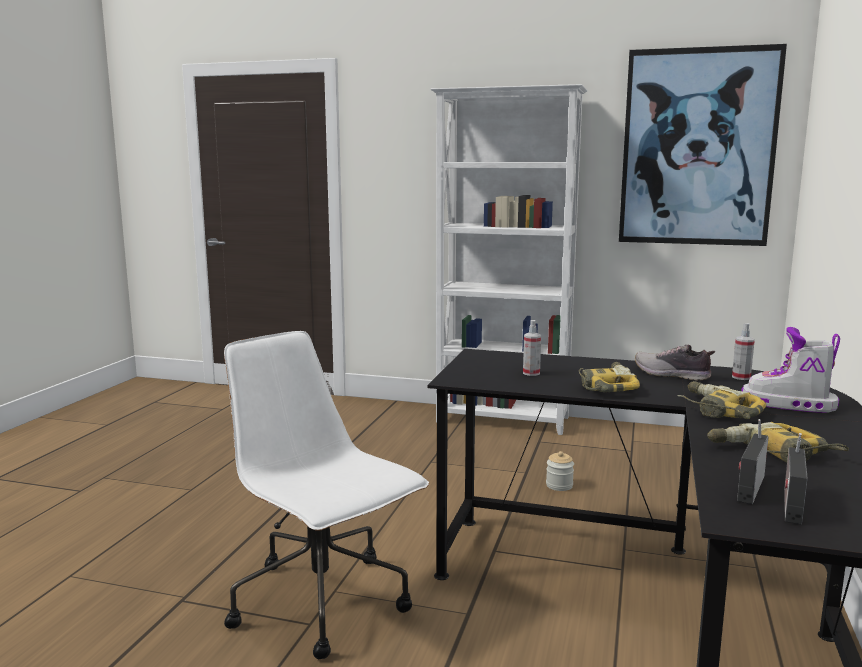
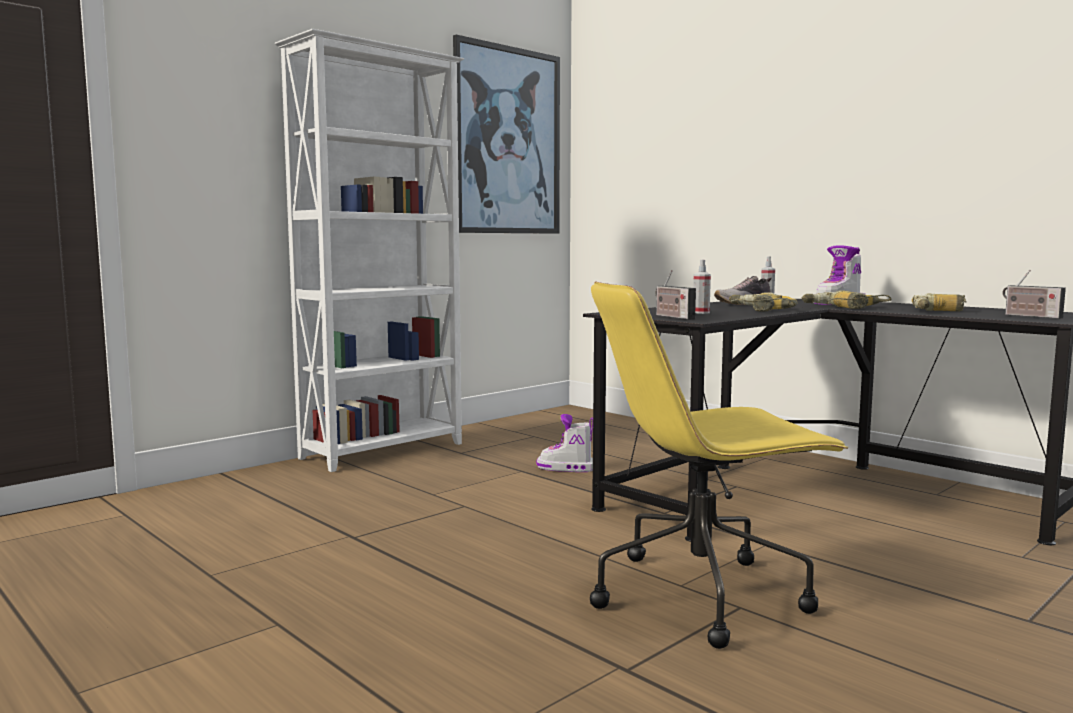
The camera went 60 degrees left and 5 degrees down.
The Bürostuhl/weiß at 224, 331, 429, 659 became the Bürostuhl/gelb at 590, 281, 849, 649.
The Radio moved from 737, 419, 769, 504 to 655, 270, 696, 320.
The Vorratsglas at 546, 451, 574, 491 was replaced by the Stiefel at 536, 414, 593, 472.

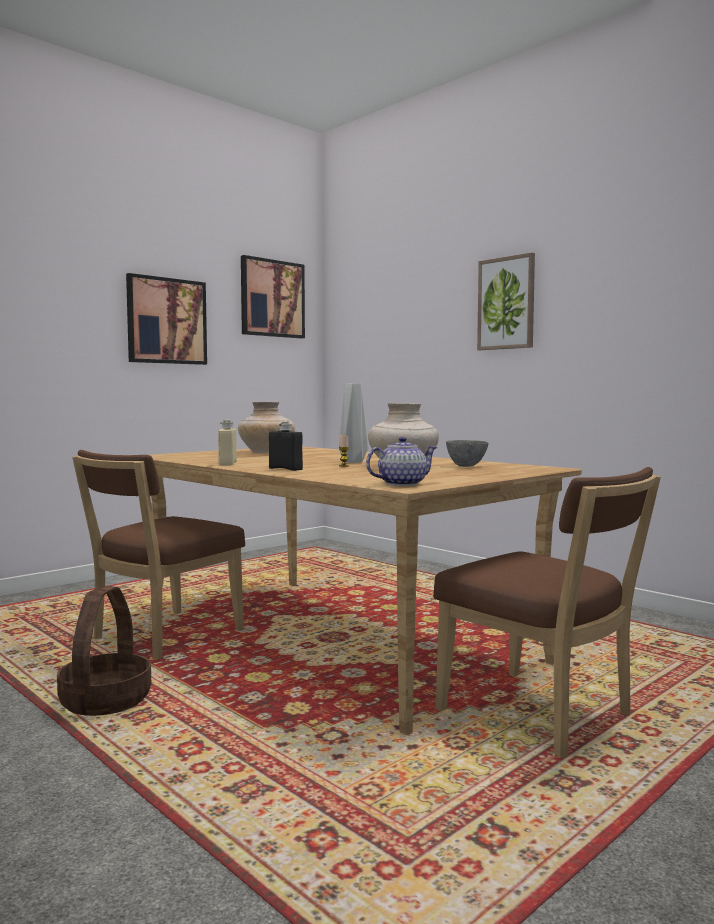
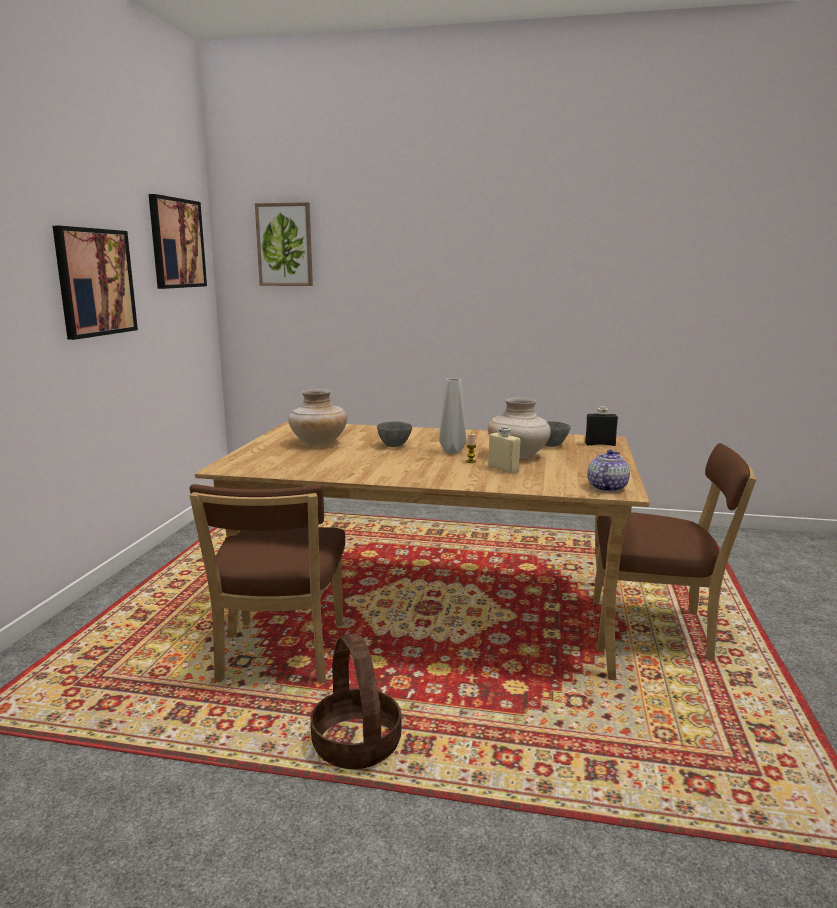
The camera went 35 degrees left and 10 degrees up.
The Bild moved from 477, 253, 535, 350 to 255, 202, 313, 286.
The Flasche/beige moved from 218, 420, 237, 466 to 488, 426, 520, 474.
The Flasche/schwarz moved from 269, 422, 303, 471 to 585, 406, 618, 446.
The Schüssel/grau at 377, 421, 412, 447 appeared.

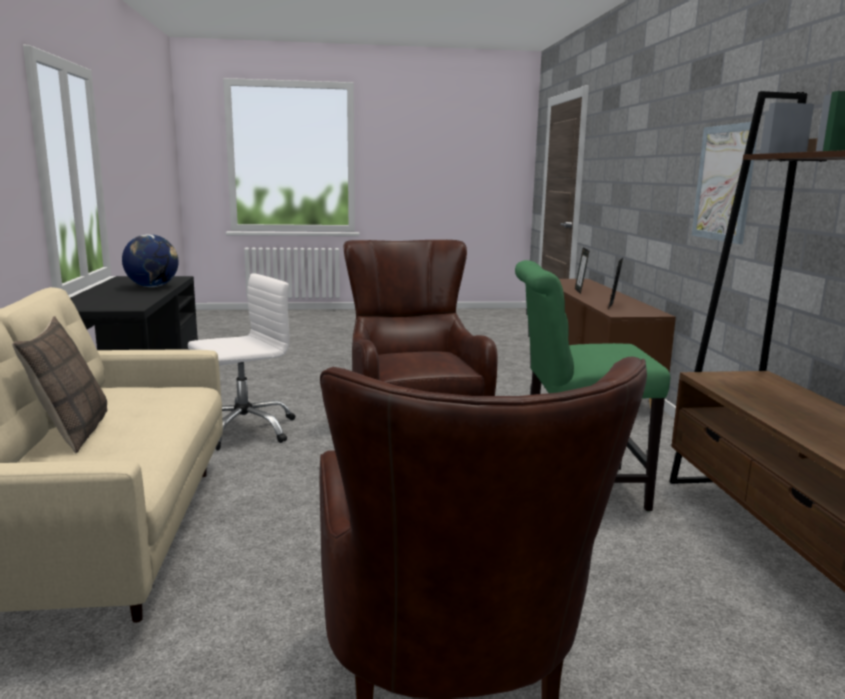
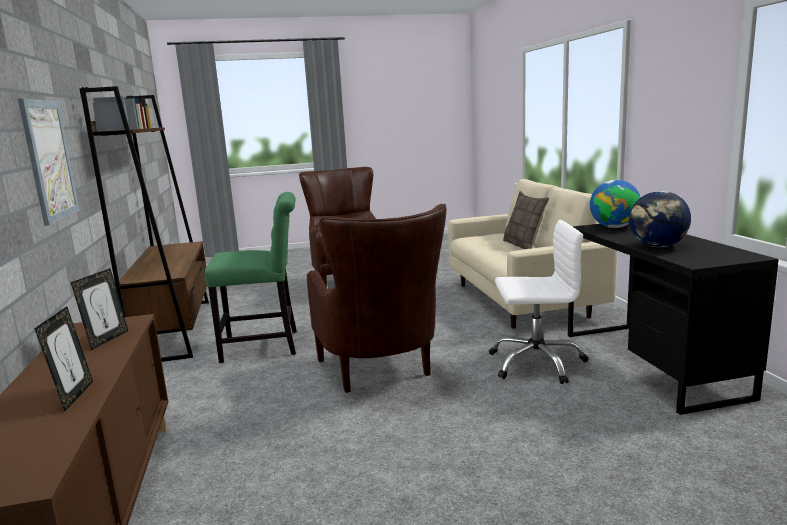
The camera went 175 degrees right and 0 degrees up.
The Bürostuhl/weiß at 188, 273, 295, 450 turned 135 degrees counterclockwise.
The Globus at 590, 180, 641, 228 appeared.

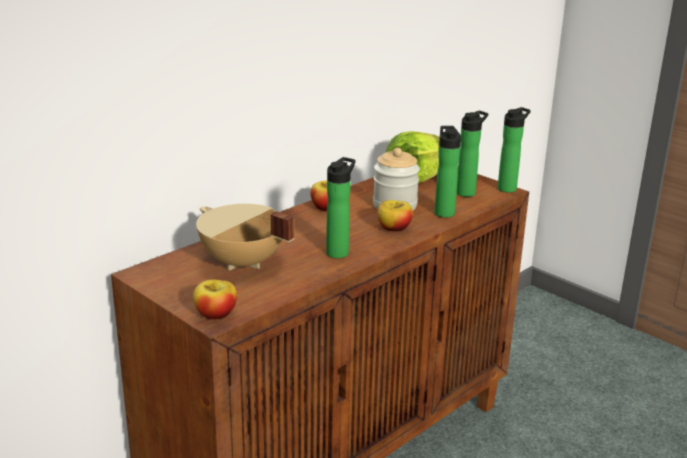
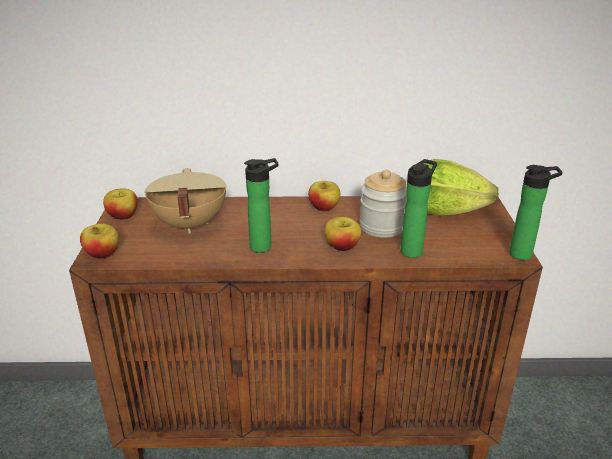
The camera went 45 degrees right and 5 degrees up.
The Flasche at 457, 111, 488, 197 disappeared.
The Apfel at 103, 188, 138, 220 appeared.

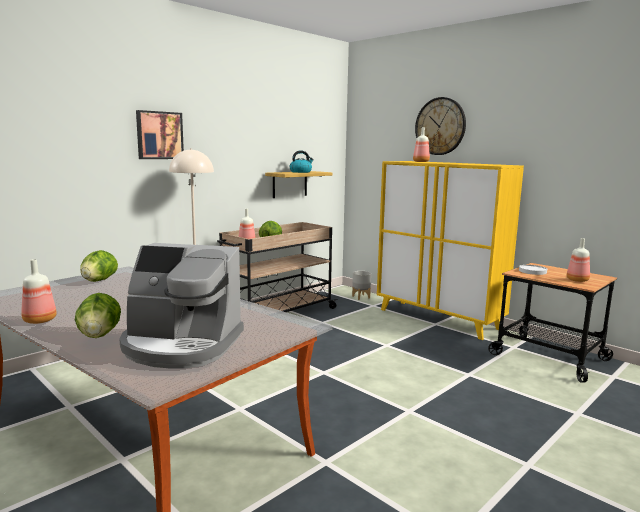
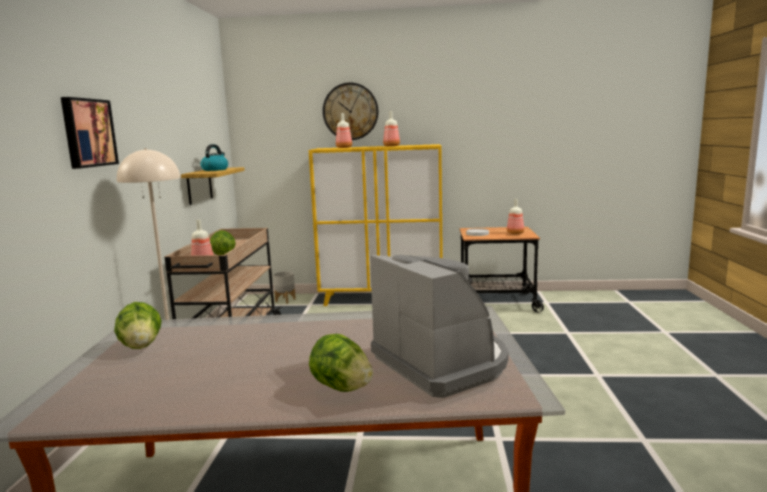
The camera went 40 degrees left and 0 degrees up.
The Kaffeemaschine at 119, 243, 244, 368 turned 90 degrees counterclockwise.
The Flasche moved from 21, 259, 57, 324 to 383, 111, 400, 147.

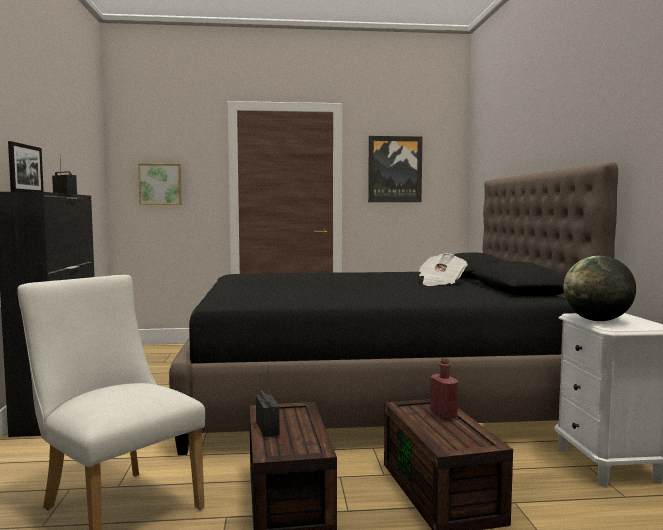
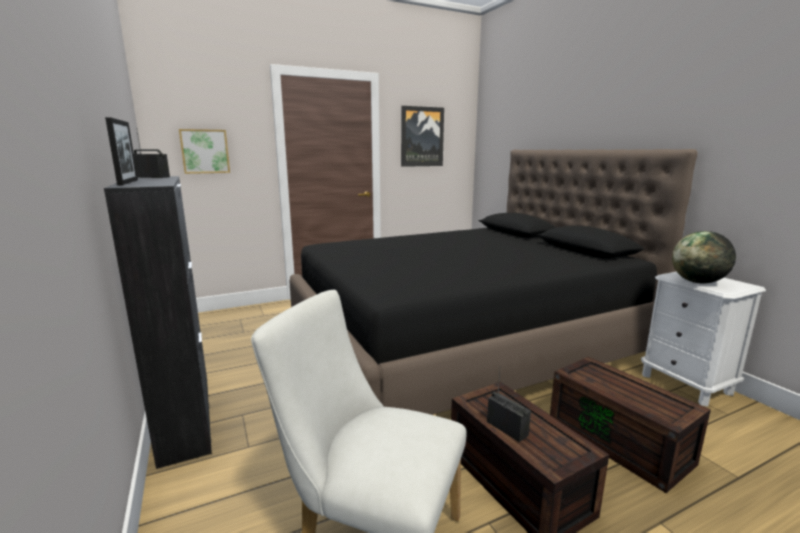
The camera went 20 degrees left and 10 degrees up.
The Zeitung at 419, 253, 468, 286 disappeared.
The Flasche/rot at 430, 358, 458, 419 disappeared.

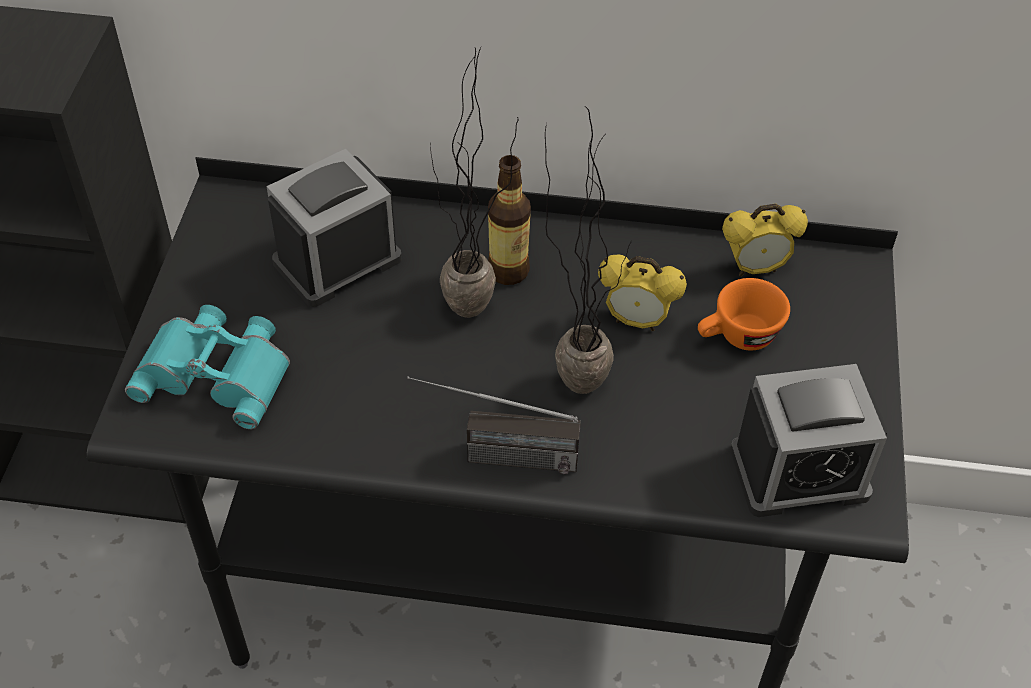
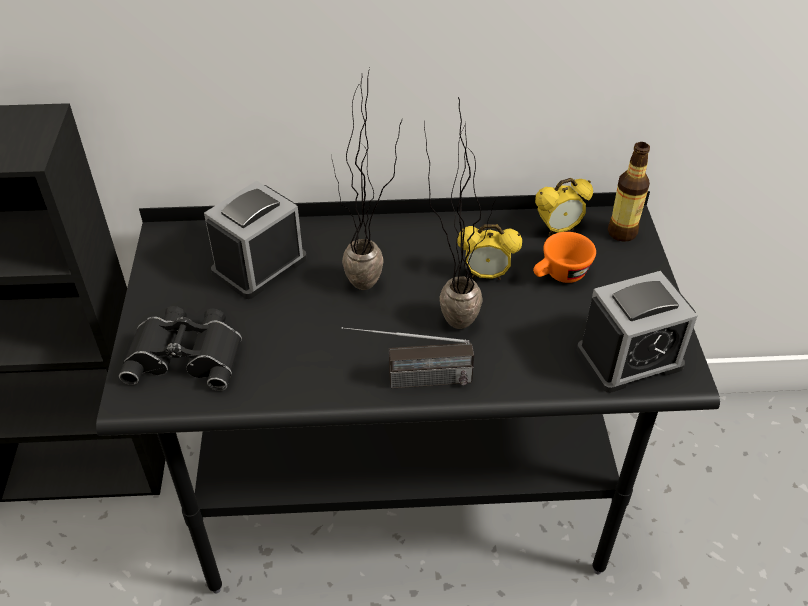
The camera went 10 degrees left and 5 degrees down.
The Flasche moved from 488, 155, 531, 285 to 608, 142, 650, 242.
The Fernglas/türkis at 125, 305, 290, 429 became the Fernglas/schwarz at 119, 306, 242, 391.

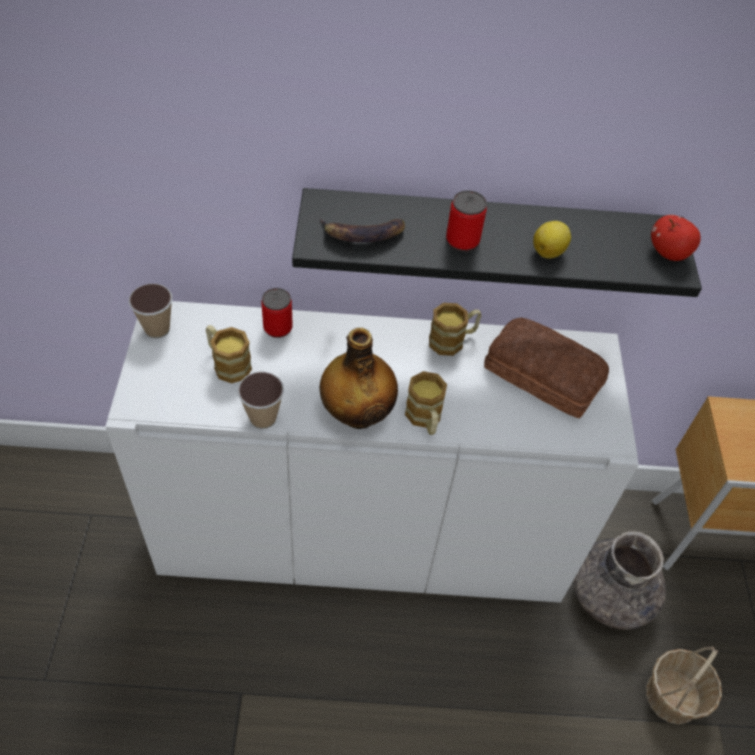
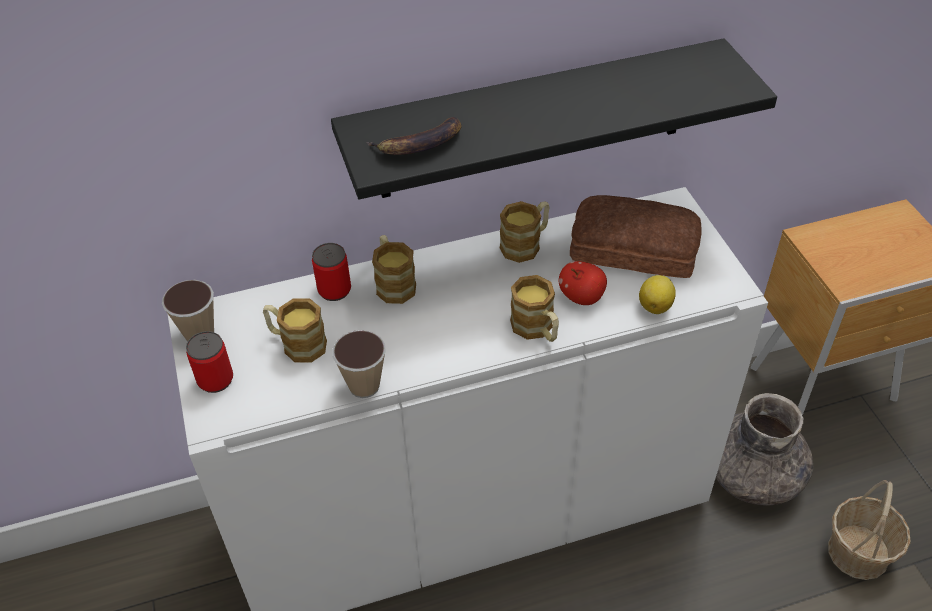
The camera went 15 degrees left and 5 degrees down.
The Dose moved from 446, 191, 487, 252 to 186, 331, 233, 393.
The Apfel moved from 651, 215, 701, 261 to 559, 261, 607, 305.
The Zitrone moved from 533, 221, 571, 259 to 639, 275, 676, 314.
The Flasche at 320, 328, 398, 429 disappeared.
The Henkelbecher at 372, 235, 416, 304 appeared.

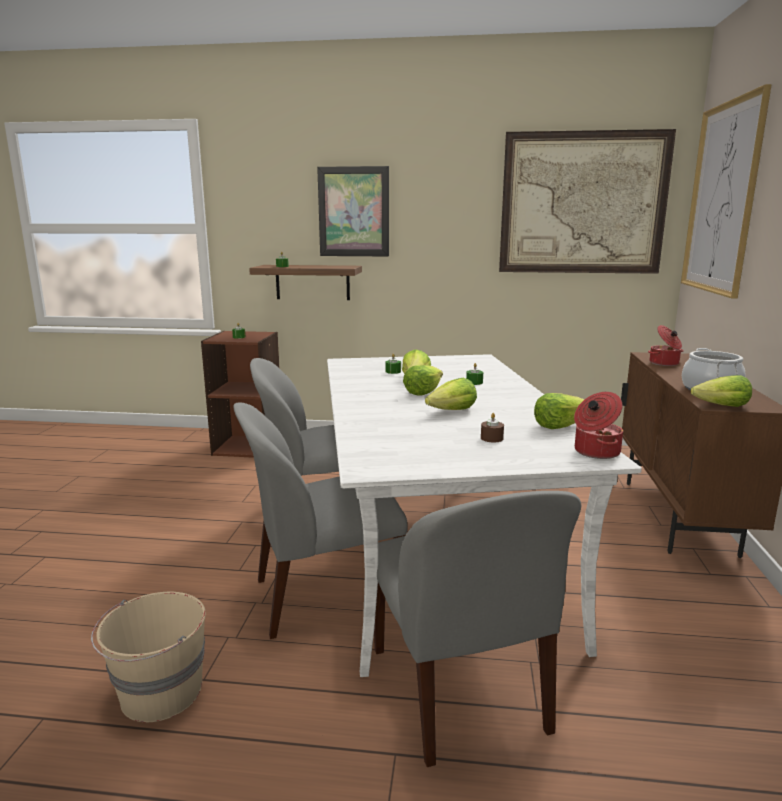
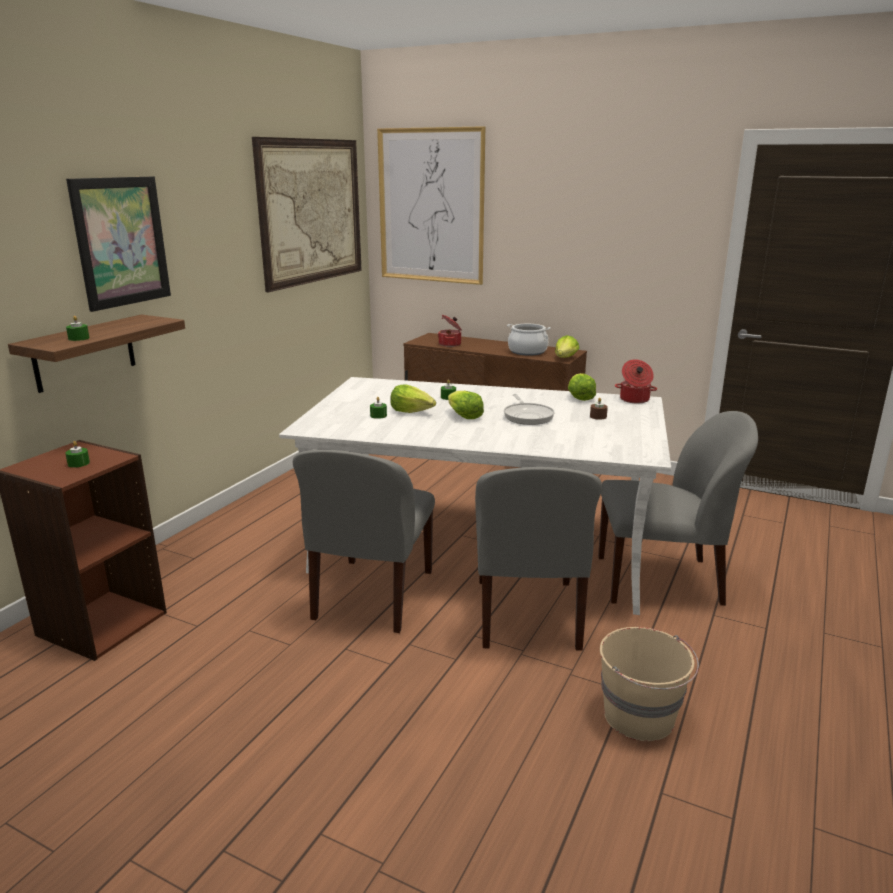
The camera went 70 degrees left and 5 degrees up.
The Salatkopf at 425, 378, 477, 410 was replaced by the Pfanne at 504, 394, 555, 425.

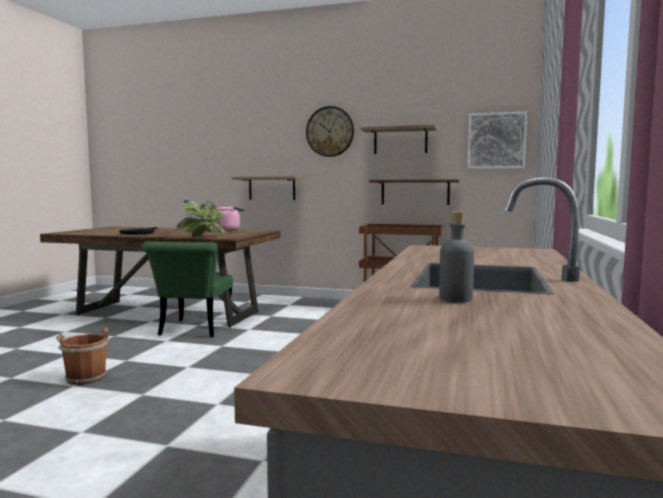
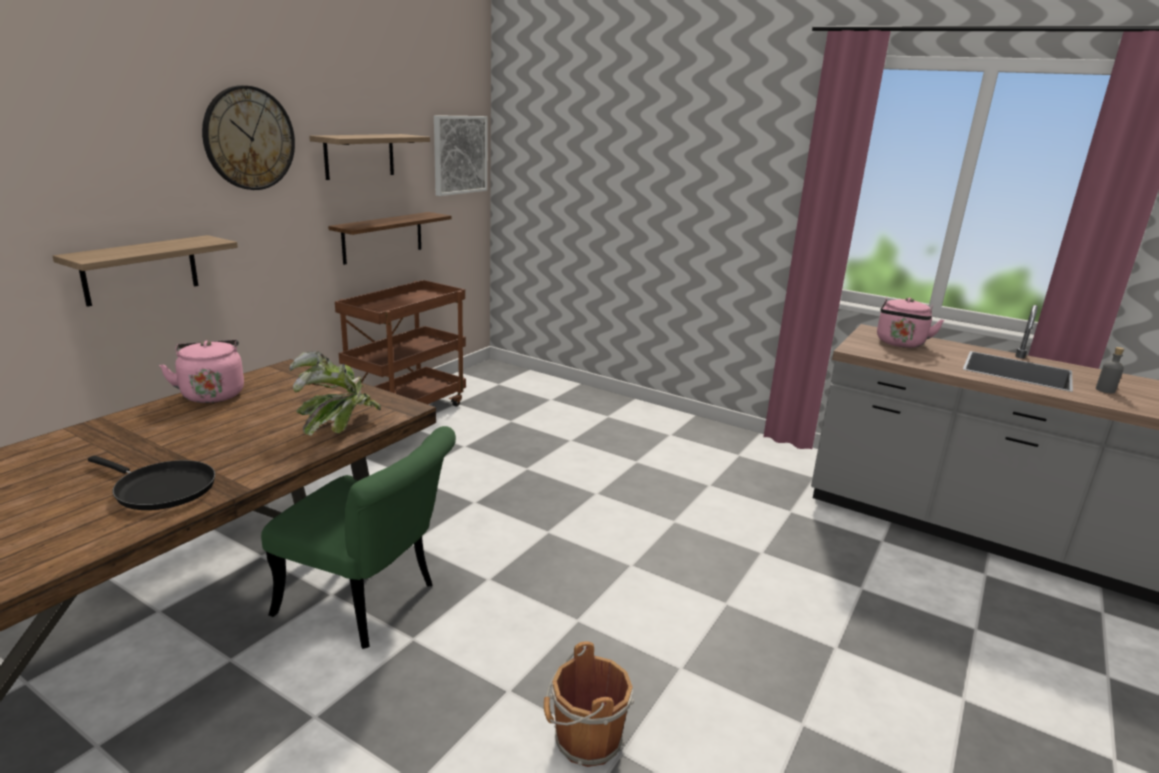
The camera went 75 degrees left and 15 degrees up.
The Wasserkessel/rosa at 877, 298, 944, 348 appeared.

